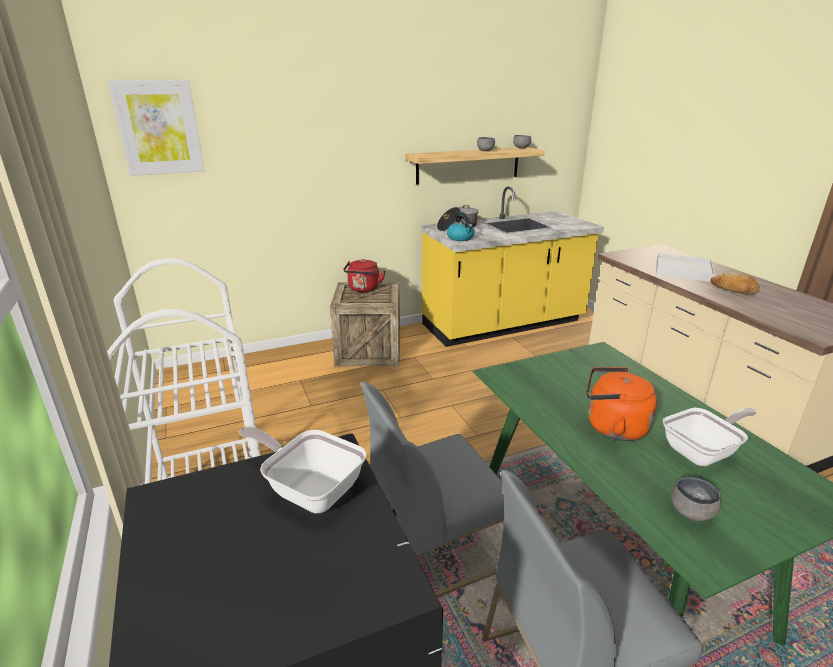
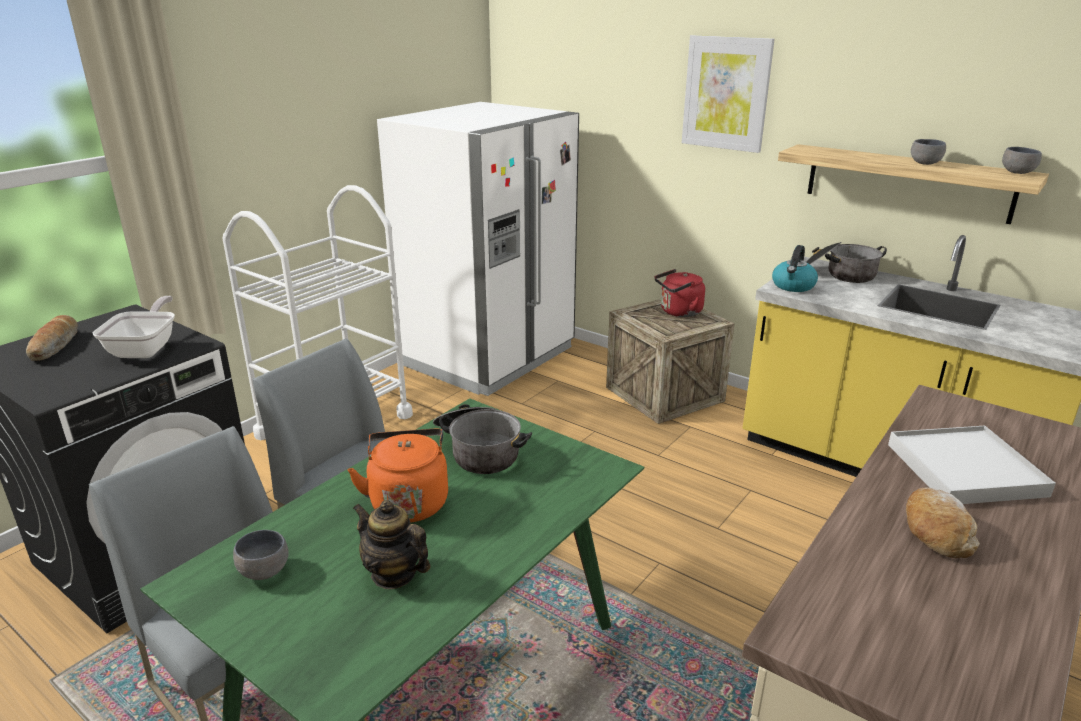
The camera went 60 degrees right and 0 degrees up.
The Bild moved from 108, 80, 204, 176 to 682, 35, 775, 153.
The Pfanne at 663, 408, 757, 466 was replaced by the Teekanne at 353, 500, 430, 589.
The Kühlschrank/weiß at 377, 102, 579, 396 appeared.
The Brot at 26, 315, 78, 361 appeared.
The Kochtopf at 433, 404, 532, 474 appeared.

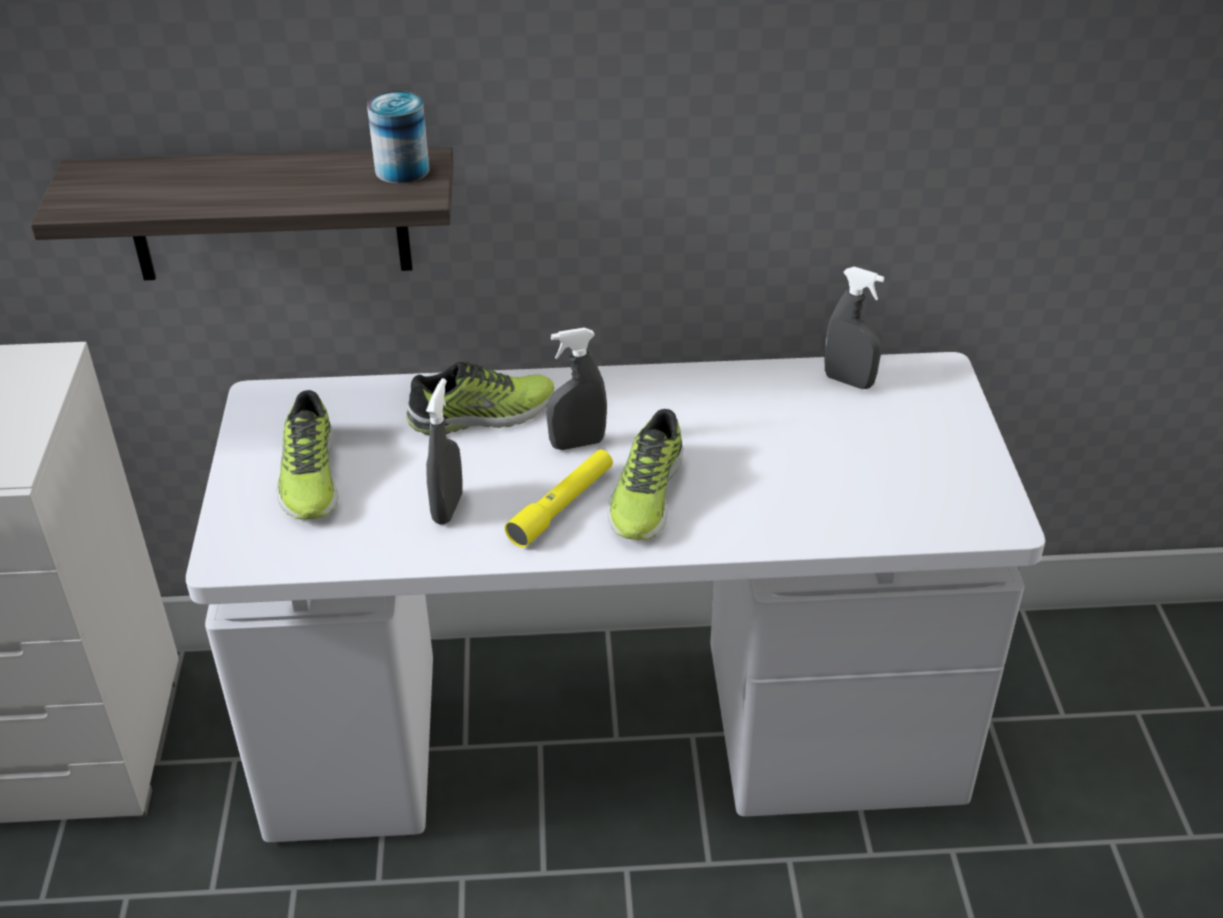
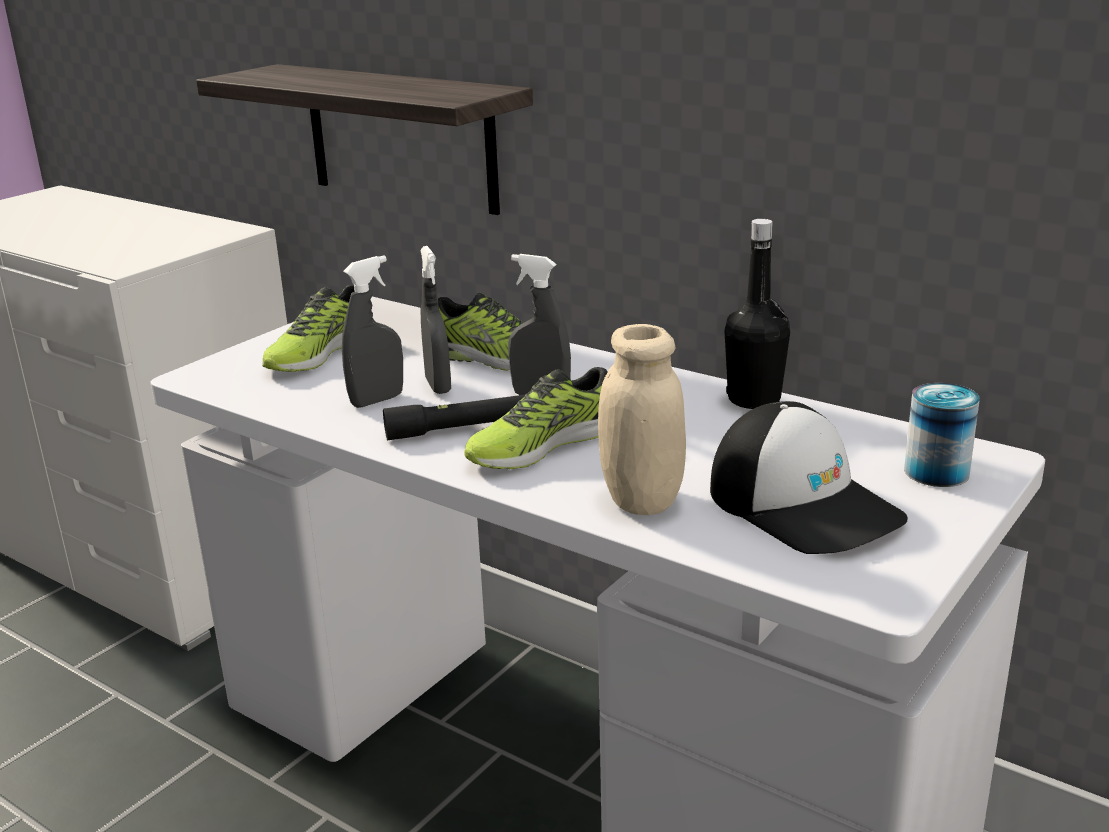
The camera went 40 degrees right and 15 degrees down.
The Dose moved from 367, 91, 429, 184 to 904, 383, 980, 487.
The Sprühflasche/grau moved from 825, 267, 884, 389 to 420, 246, 451, 394.
The Taschenlampe/gelb at 505, 450, 613, 548 became the Taschenlampe/schwarz at 383, 395, 525, 440.
The Flasche/schwarz at 724, 219, 790, 409 appeared.
The Vorratsglas/beige at 598, 324, 686, 515 appeared.
The Kappe at 710, 401, 908, 554 appeared.

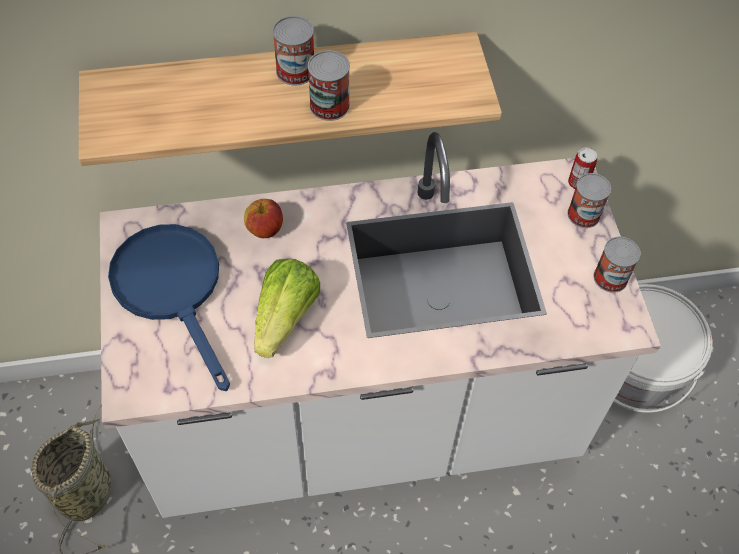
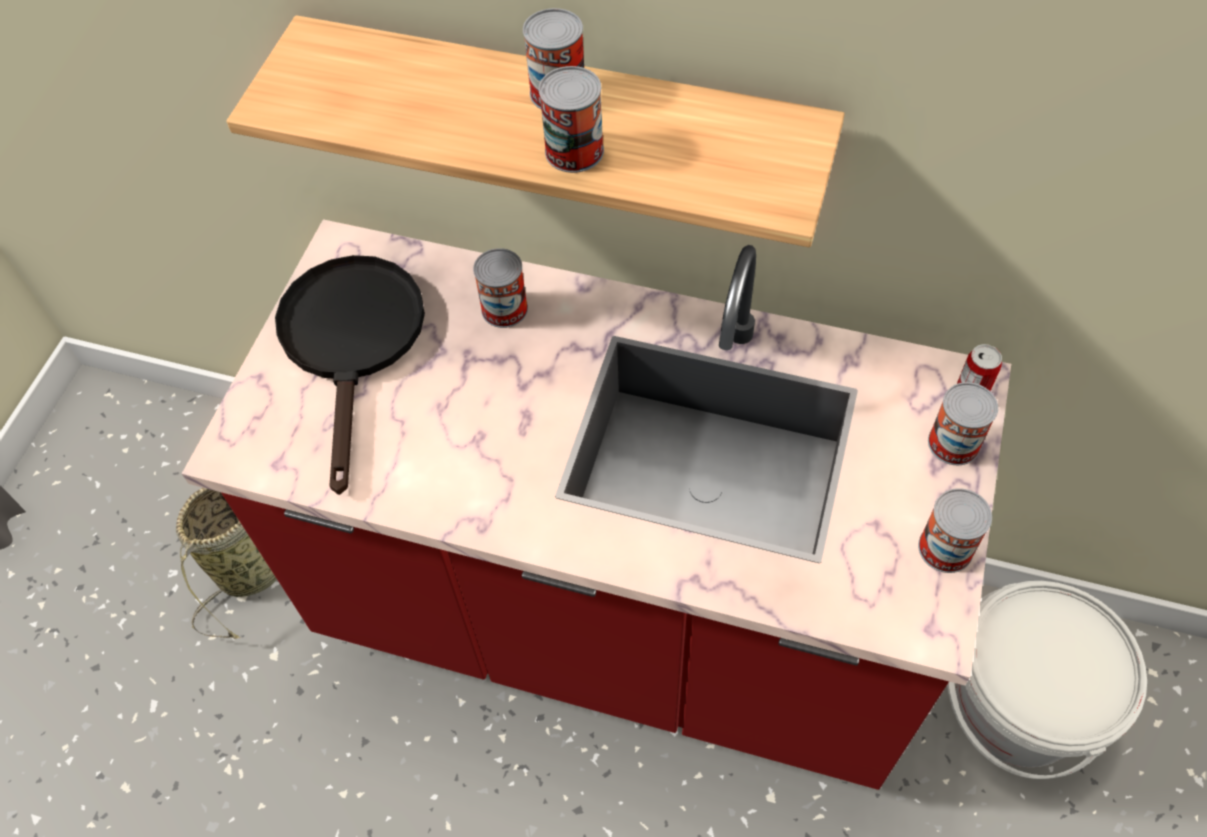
The camera went 30 degrees right and 0 degrees up.
The Küchenzeile/weiß at 100, 132, 661, 518 became the Küchenzeile/rot at 182, 219, 1011, 790.
The Apfel at 244, 199, 283, 238 was replaced by the Dose at 473, 248, 528, 328.
The Pfanne/blau at 108, 224, 230, 391 became the Pfanne/schwarz at 275, 255, 425, 495.
The Salatkopf at 254, 259, 320, 358 disappeared.

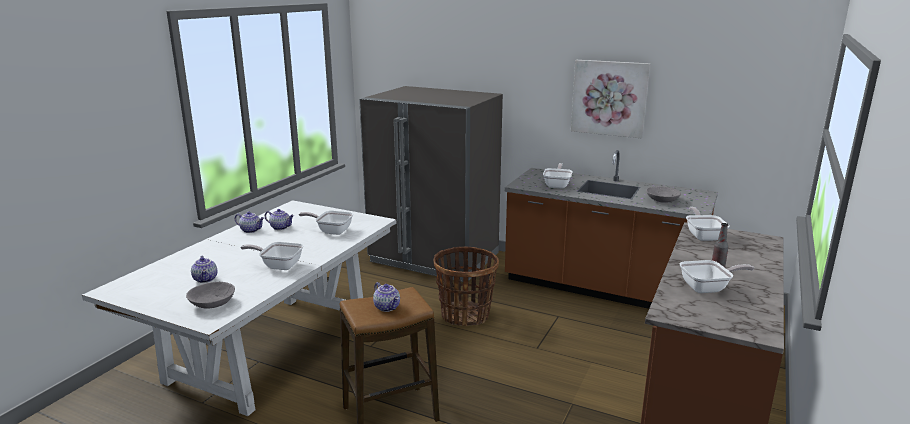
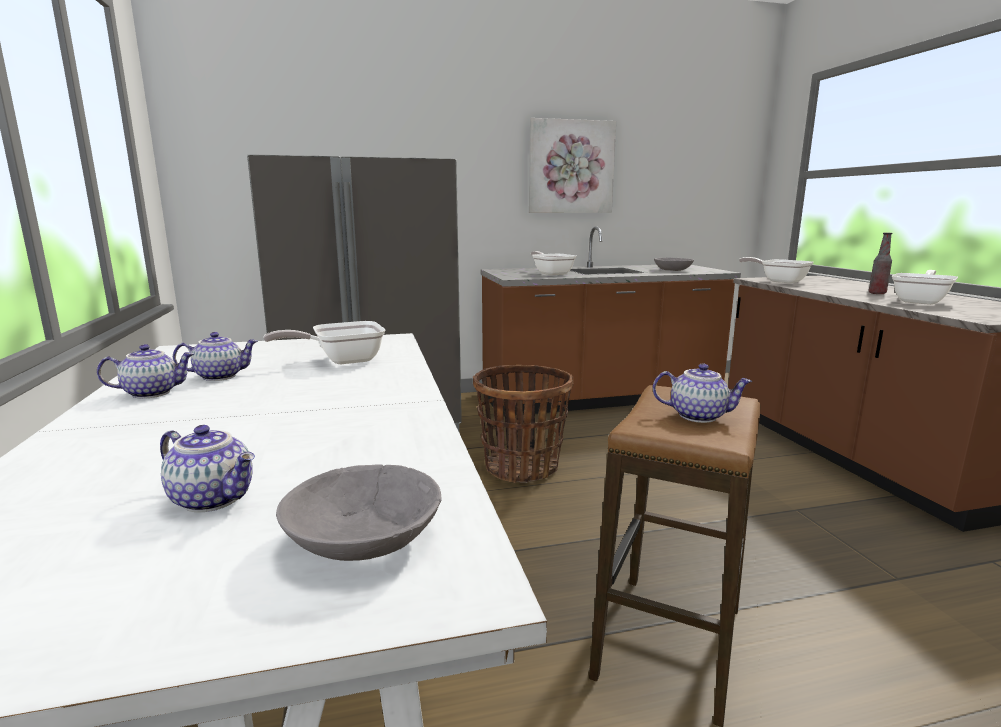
The camera went 40 degrees left and 5 degrees down.
The Pfanne at 240, 242, 303, 270 disappeared.

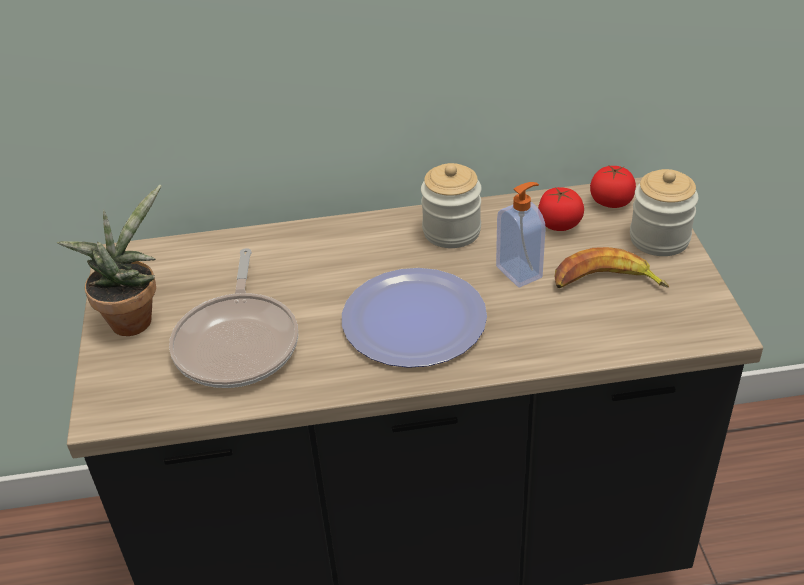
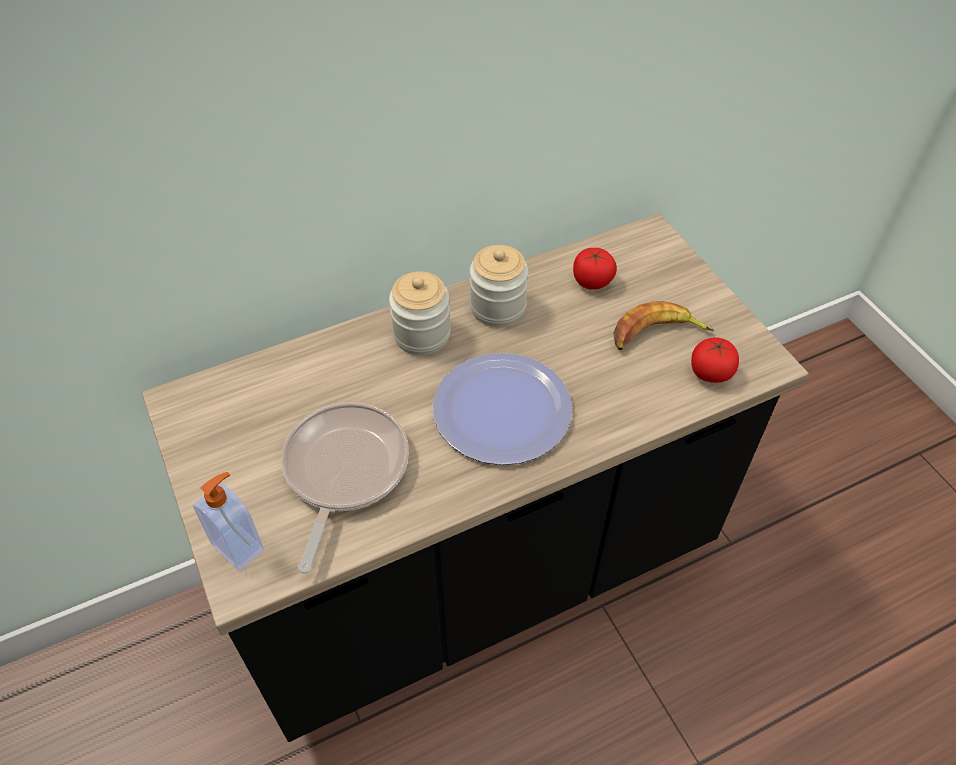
The camera went 20 degrees left and 10 degrees up.
The Tomate moved from 590, 165, 636, 208 to 691, 337, 739, 383.
The Vorratsglas moved from 630, 169, 698, 256 to 389, 272, 451, 355.
The Seifenspender moved from 496, 182, 546, 288 to 193, 472, 264, 571.
The Topfpflanze at 57, 185, 161, 336 disappeared.
The Pfanne at 169, 248, 298, 388 turned 150 degrees counterclockwise.

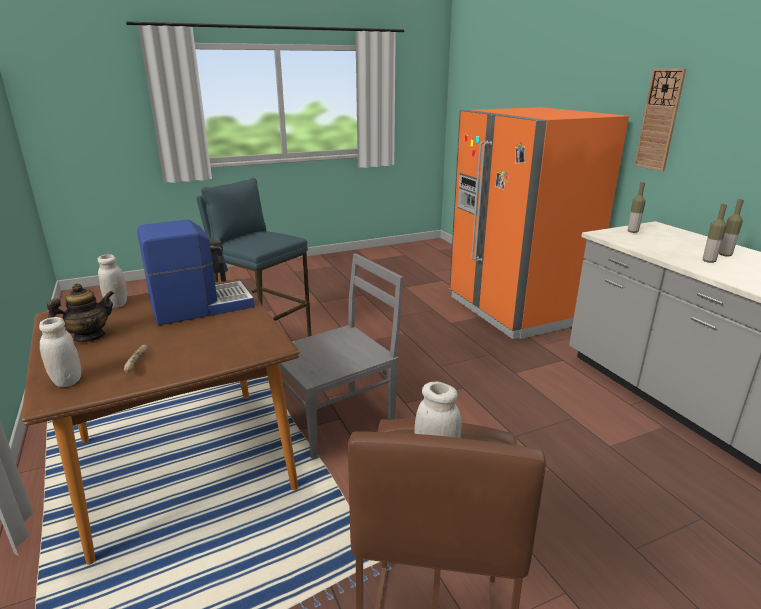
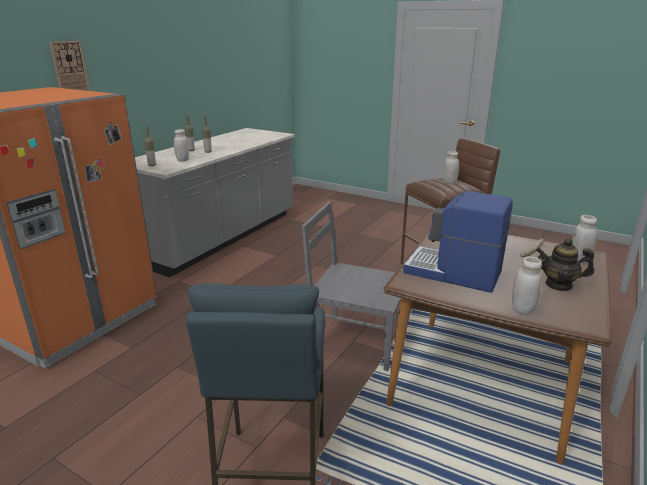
The camera went 125 degrees left and 0 degrees up.
The Vorratsglas/weiß at 174, 129, 189, 161 appeared.

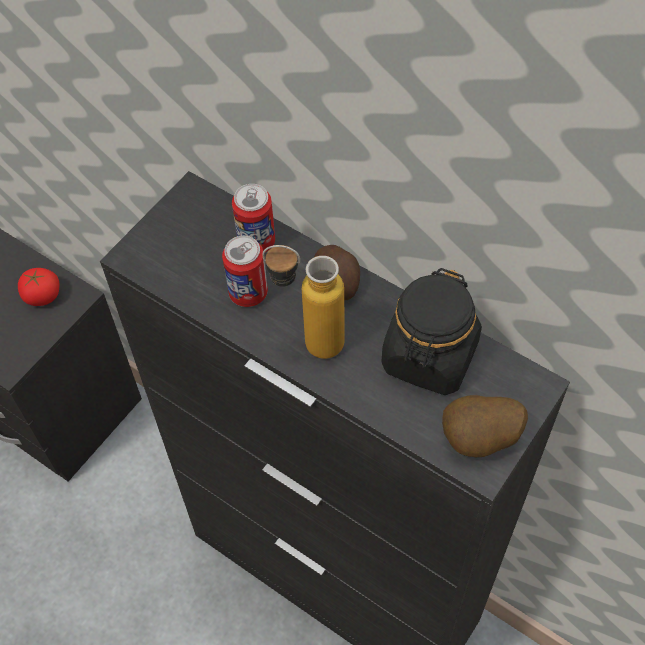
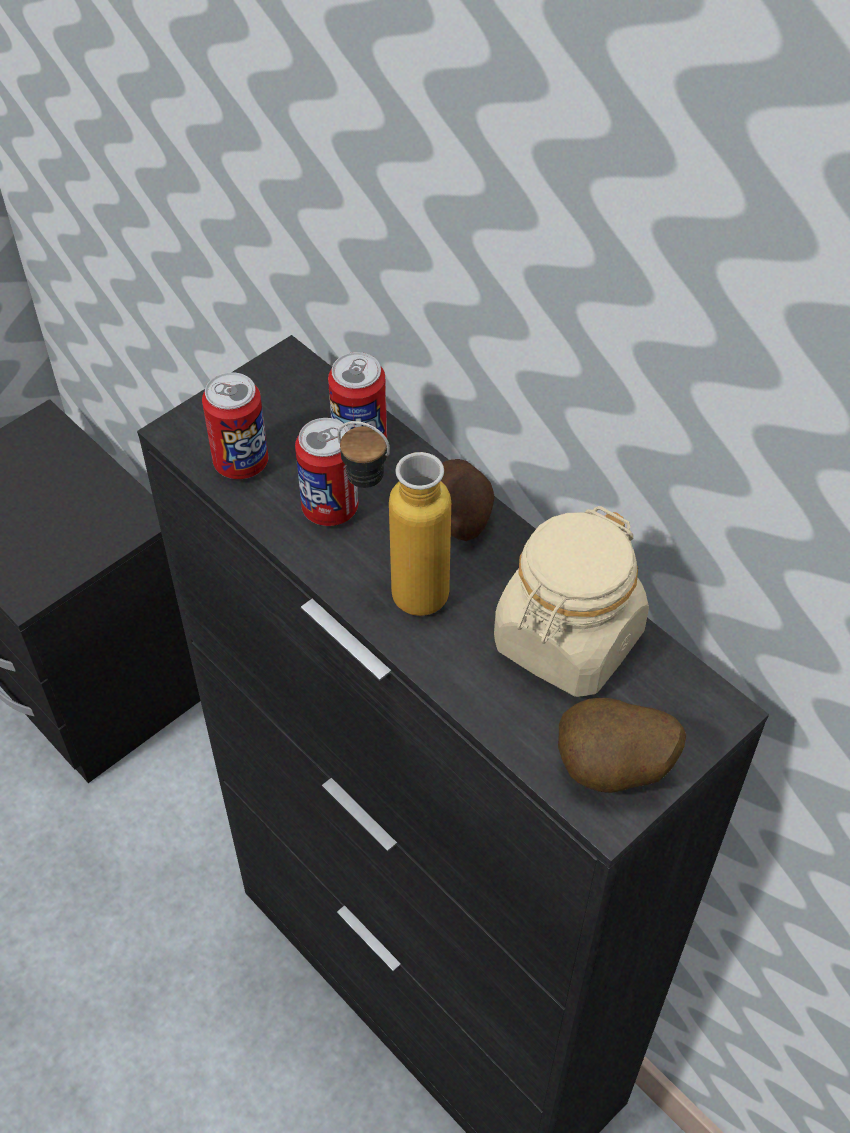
The camera went 10 degrees right and 5 degrees down.
The Tomate at 18, 268, 60, 306 disappeared.
The Vorratsglas/schwarz at 381, 268, 482, 395 became the Vorratsglas/beige at 494, 506, 649, 697.
The Dose at 202, 372, 268, 479 appeared.

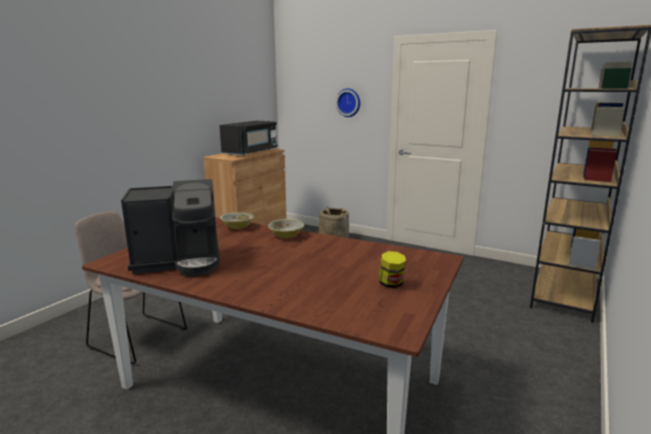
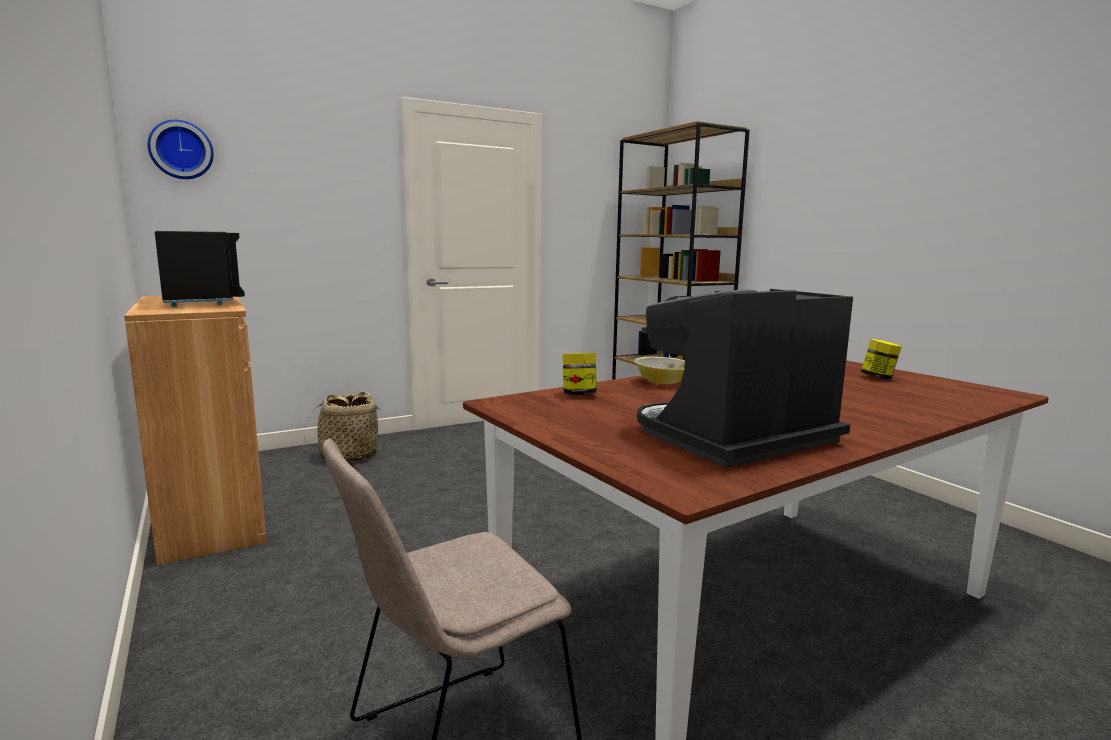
The camera went 60 degrees left and 5 degrees down.
The Wanduhr moved from 336, 88, 360, 117 to 148, 120, 214, 179.
The Kaffeemaschine at 121, 179, 220, 276 turned 135 degrees counterclockwise.
The Schüssel at 220, 212, 254, 229 was replaced by the Vorratsglas at 563, 353, 597, 395.

